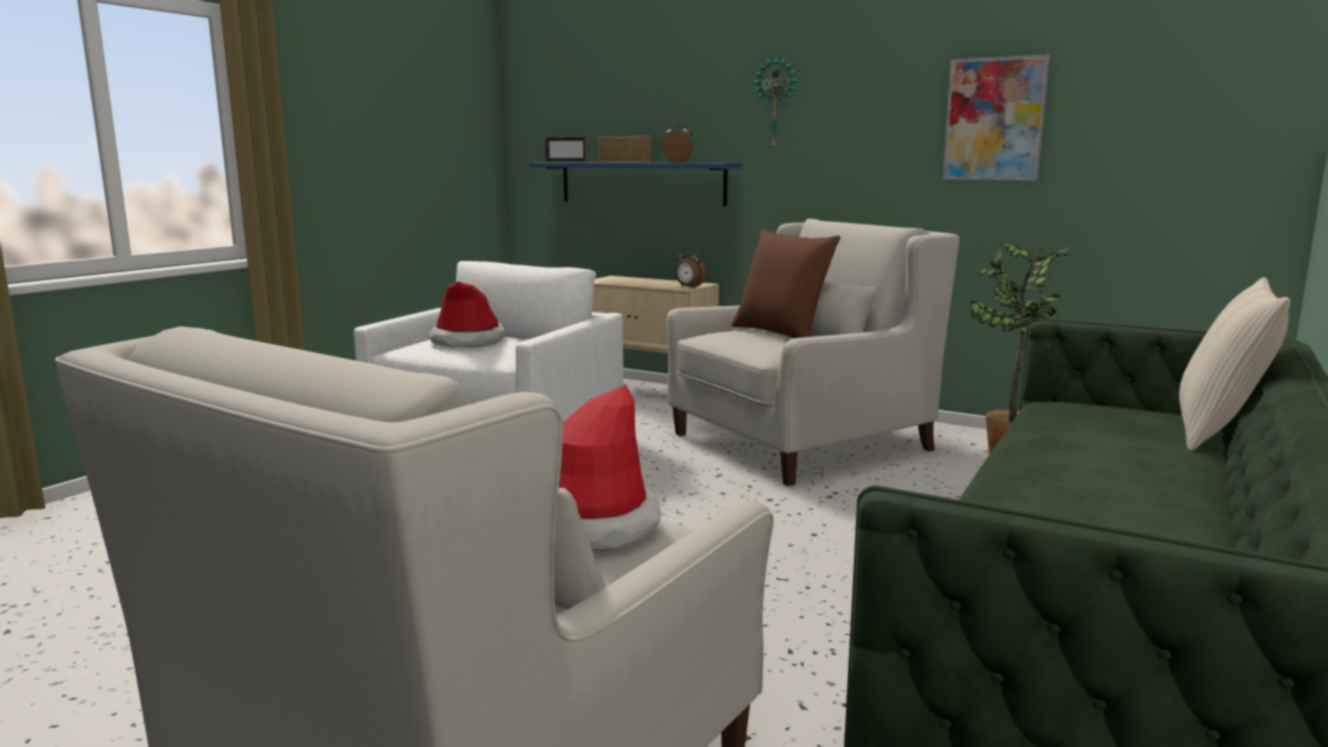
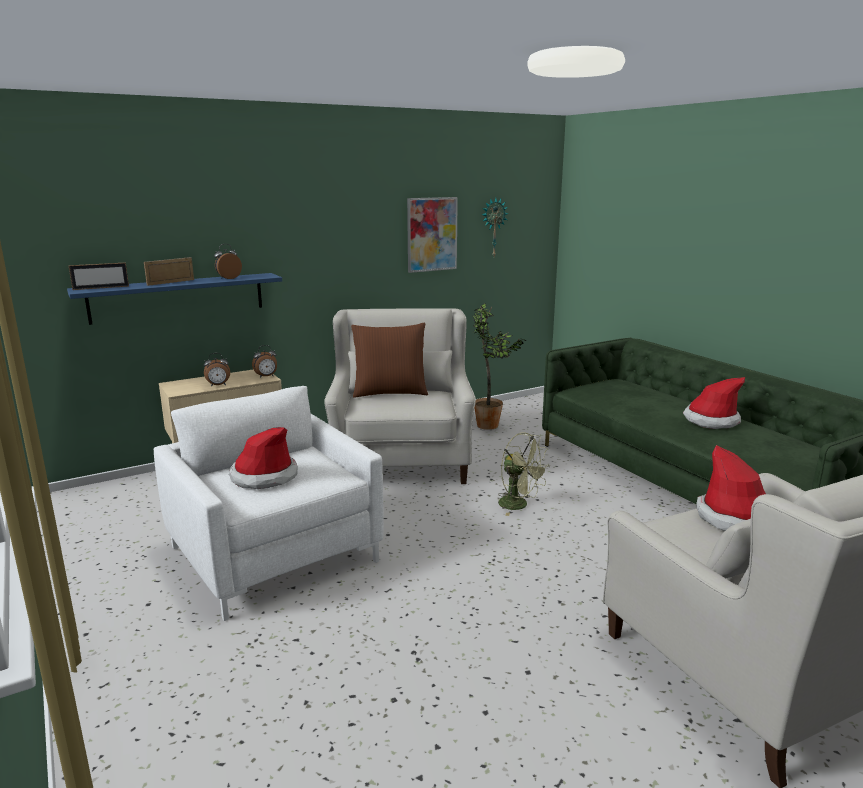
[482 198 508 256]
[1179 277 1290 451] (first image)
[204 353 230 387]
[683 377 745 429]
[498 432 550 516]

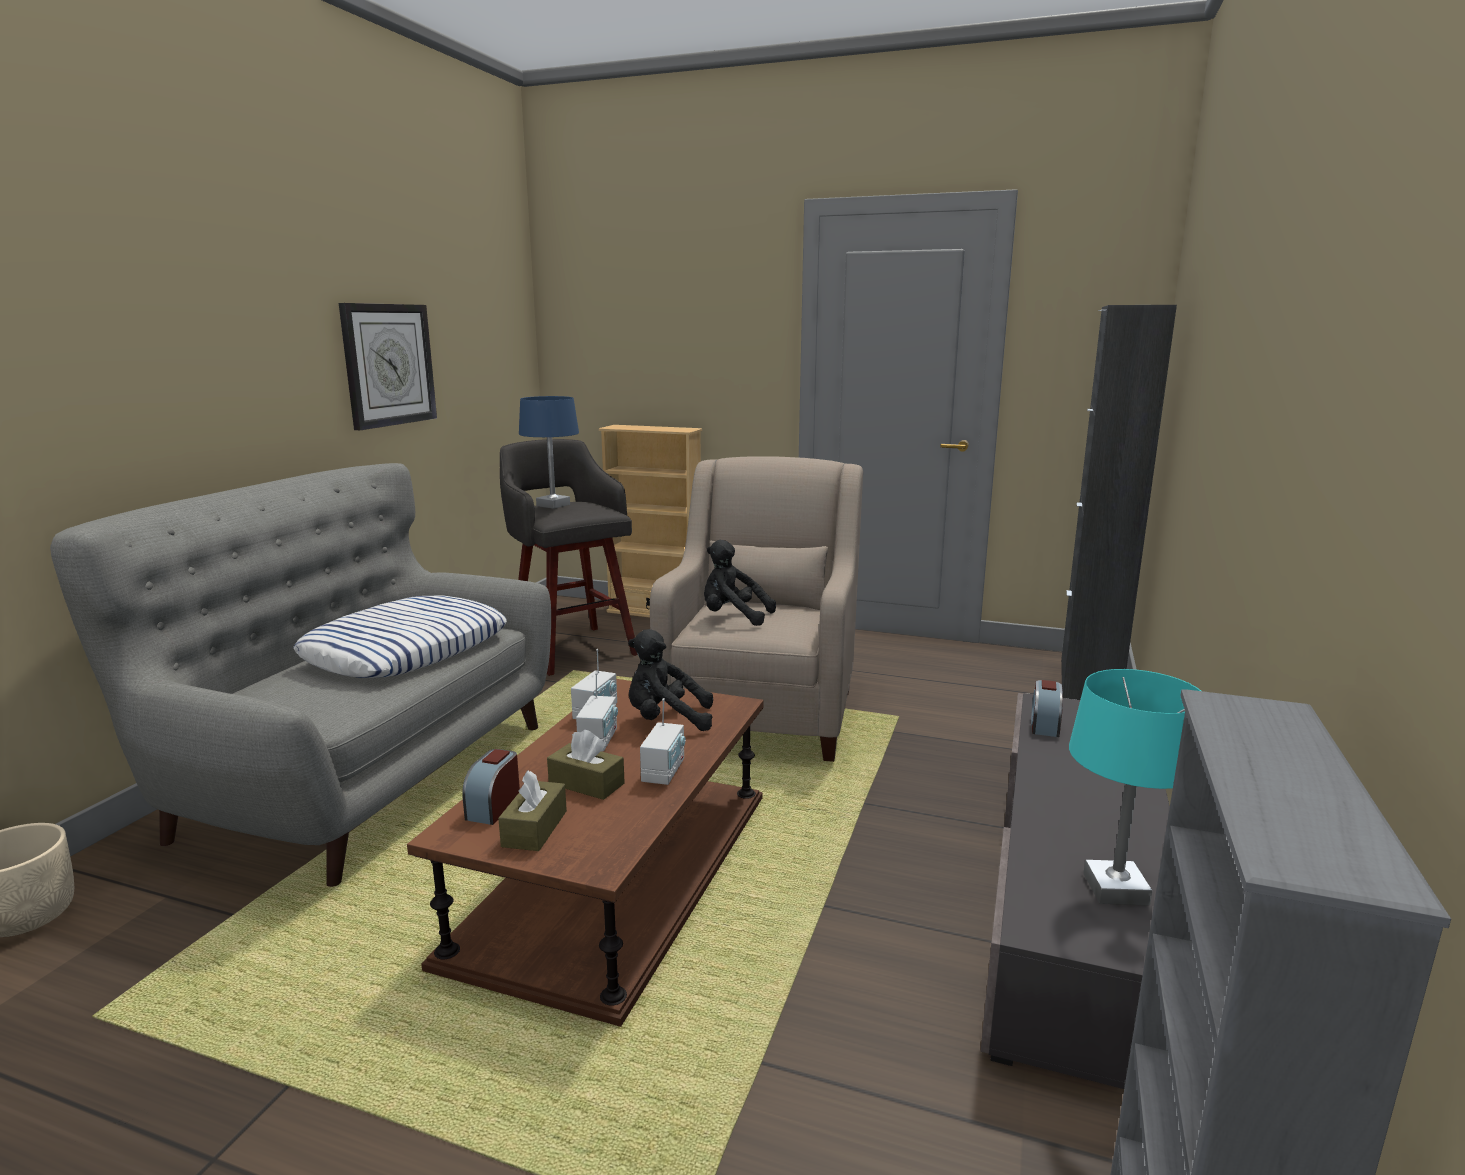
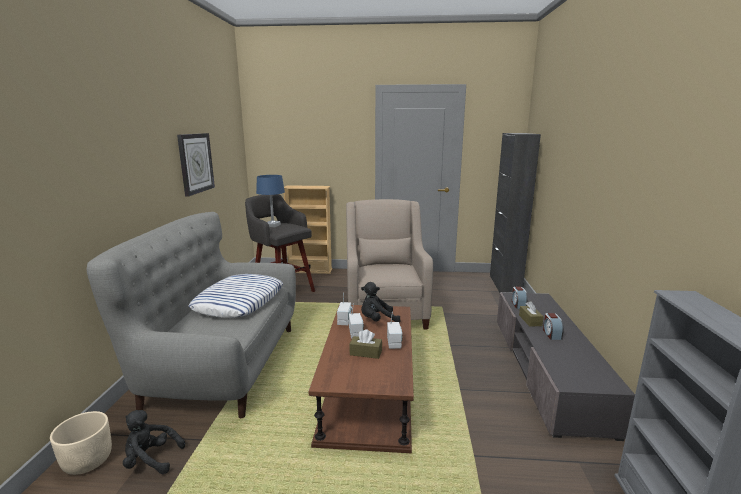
[123 410 185 474]
[1069 669 1201 906] (first image)
[543 313 564 340]
[519 301 544 327]

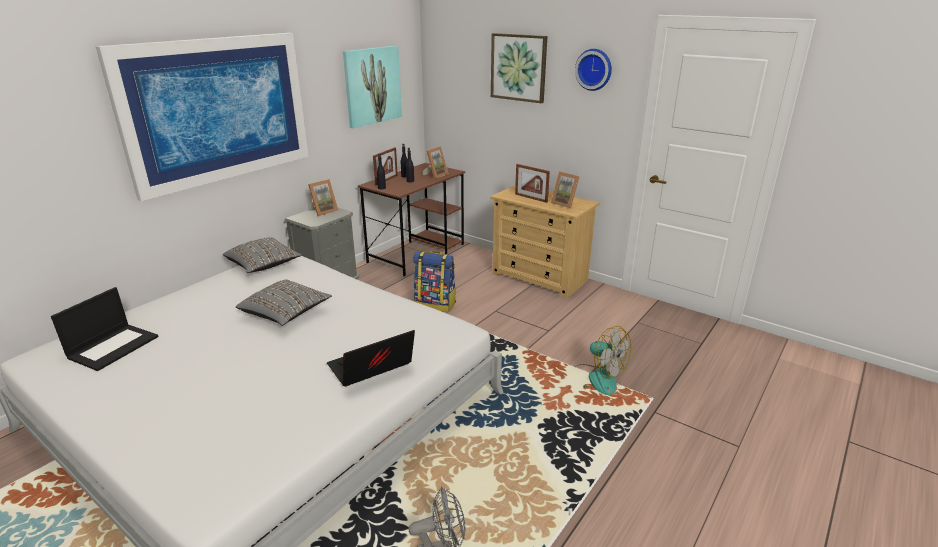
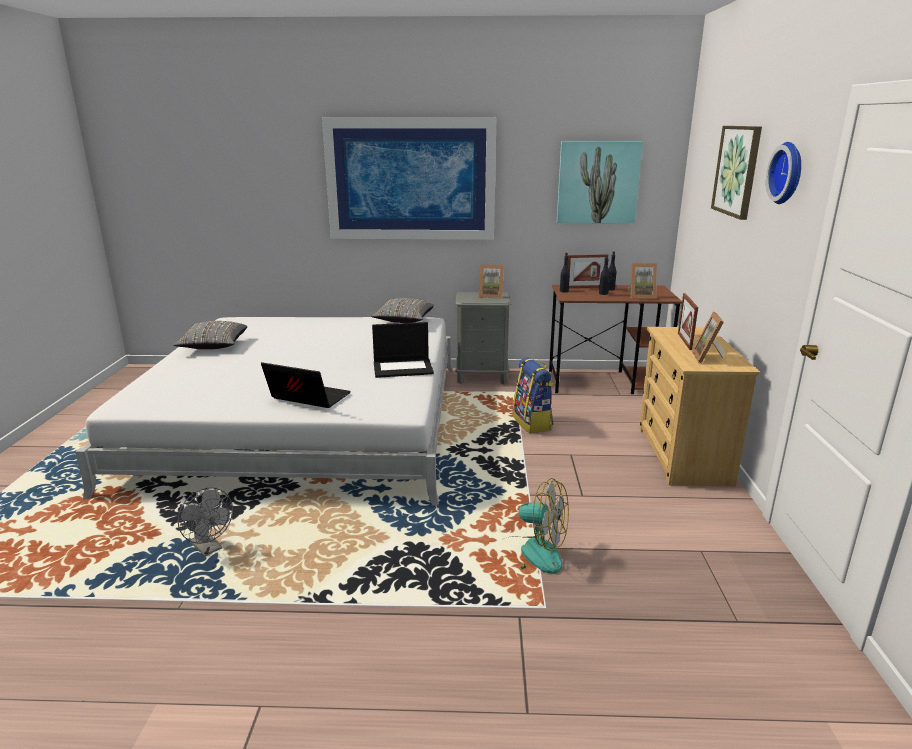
[173 321 247 349]
[372 322 434 378]
[503 478 569 574]

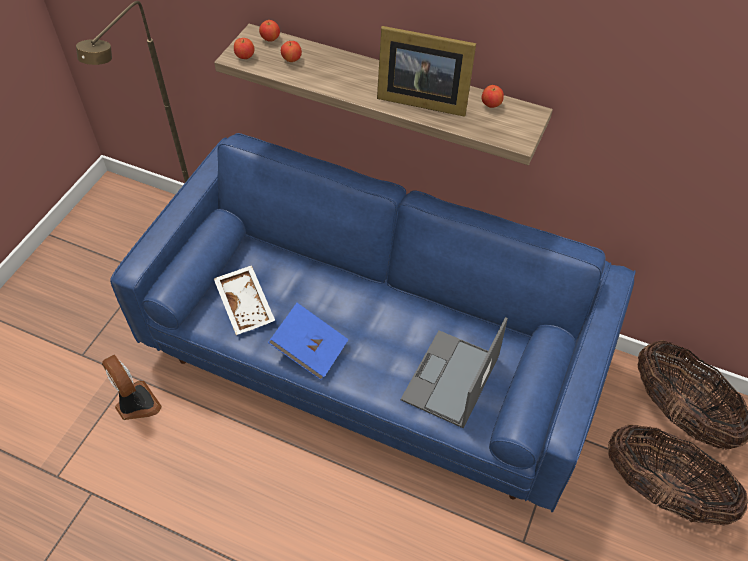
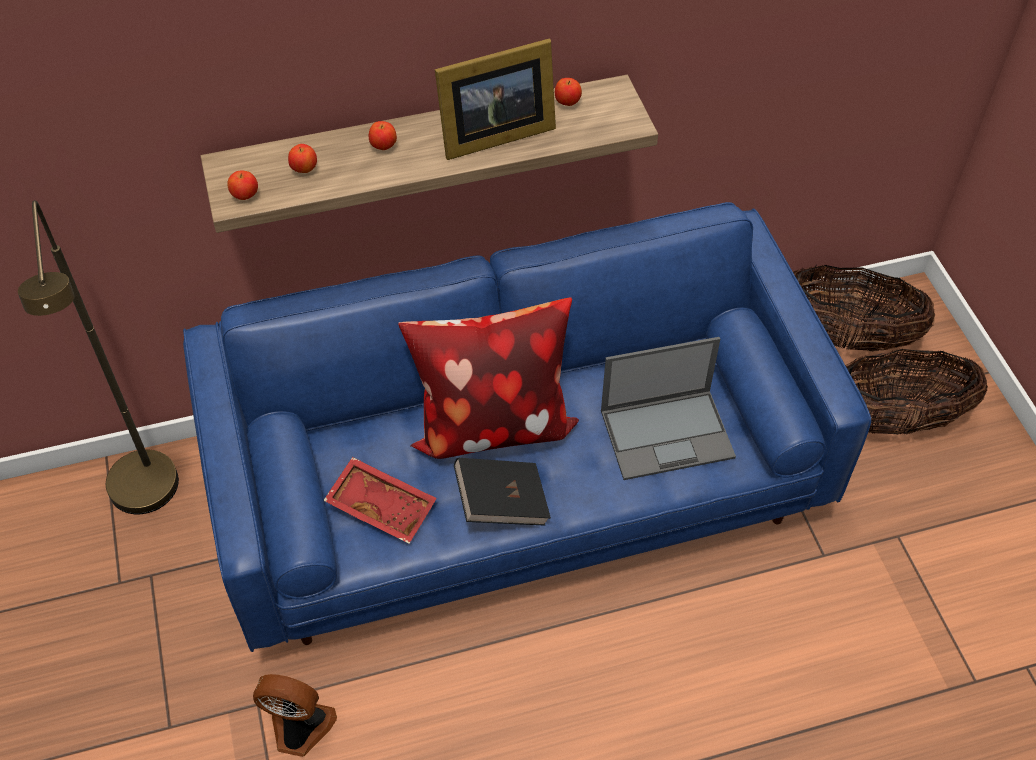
[369 121 397 150]
[324 457 437 544]
[454 458 551 526]
[601 337 736 480]
[398 298 579 459]

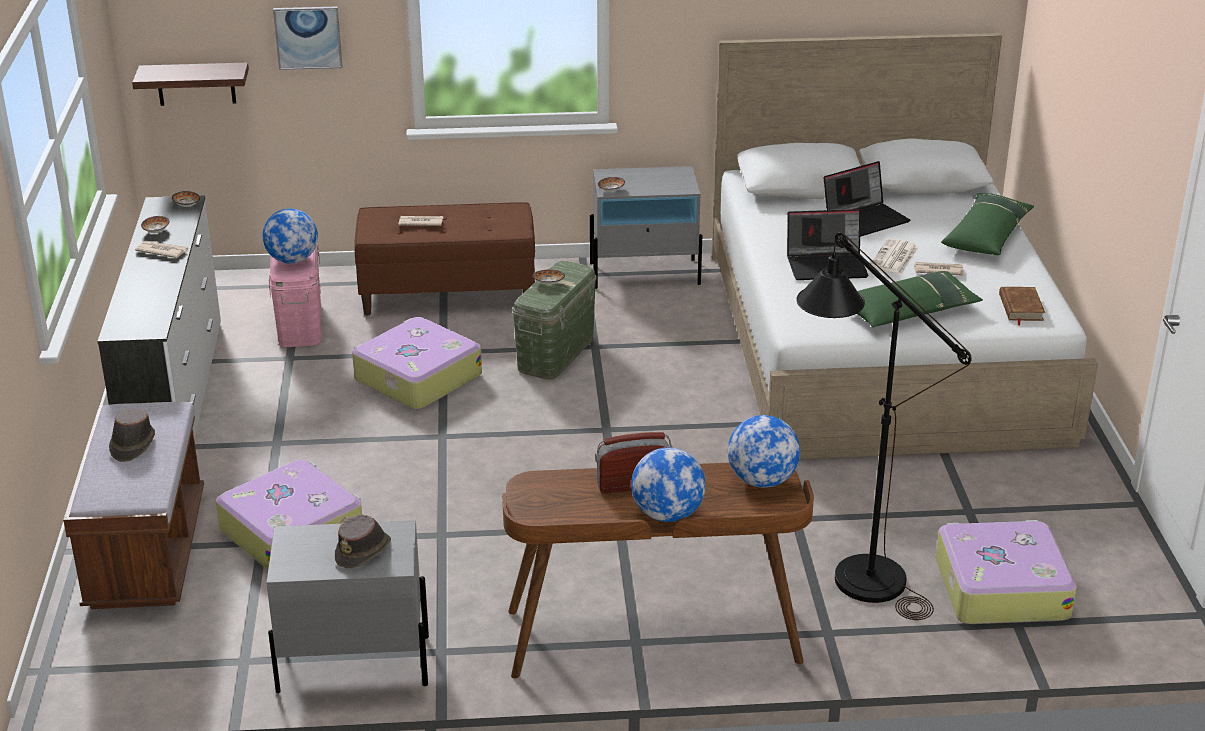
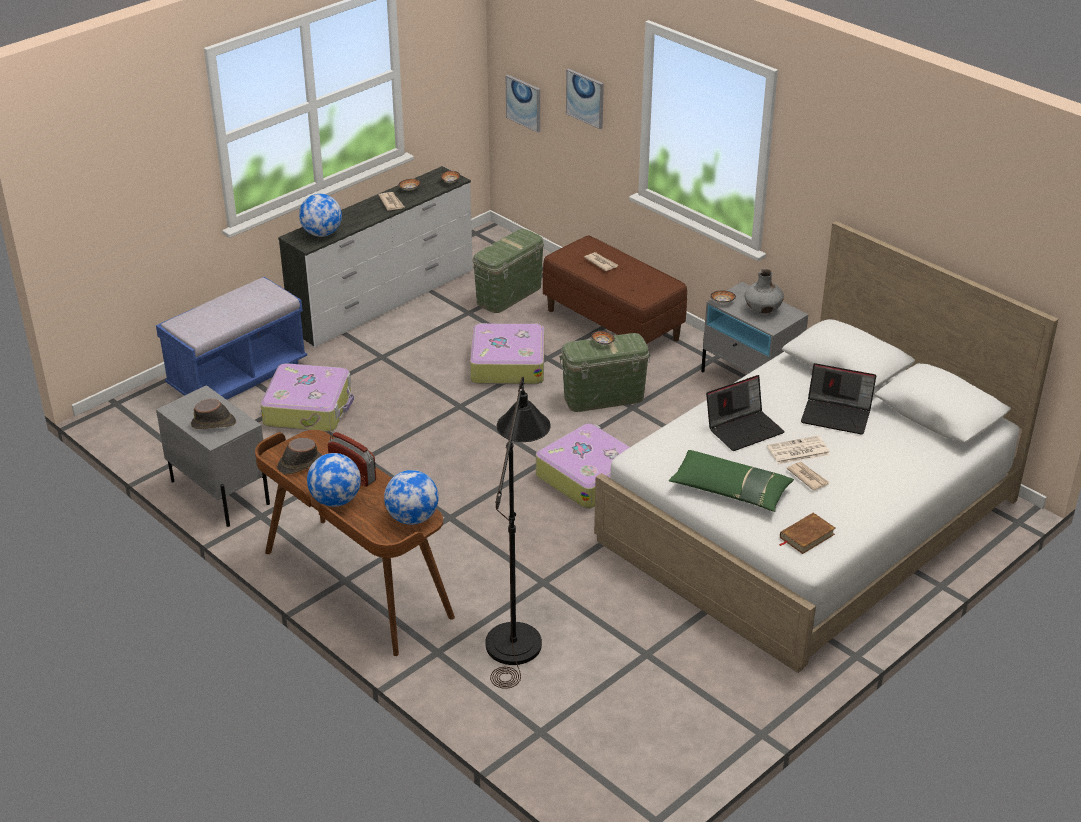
[506 75 540 133]
[941 193 1034 255] (first image)
[299 194 342 237]
[706 375 785 451]
[473 229 544 313]
[156 277 307 400]
[277 438 322 474]
[536 424 630 509]
[744 269 784 314]

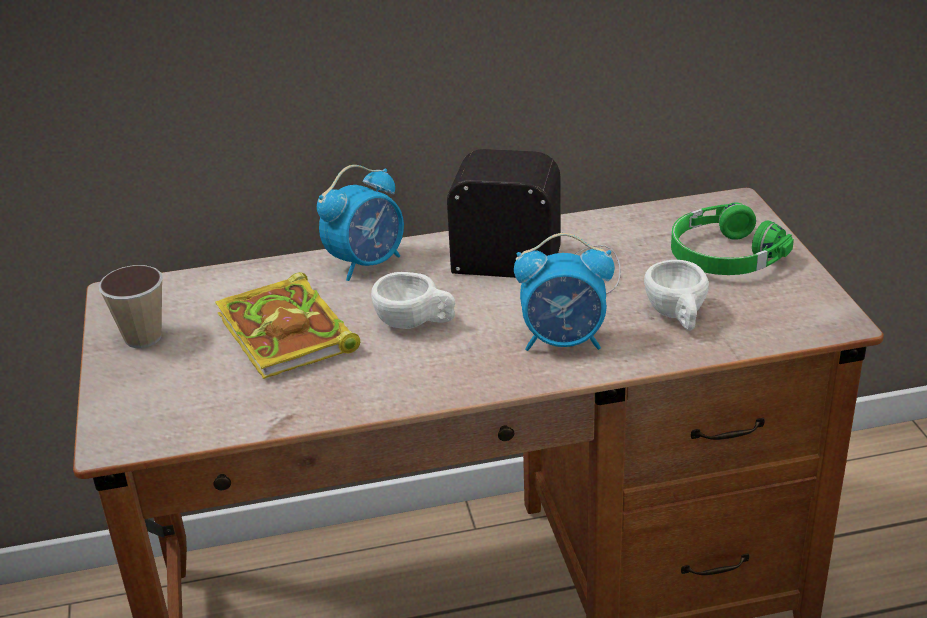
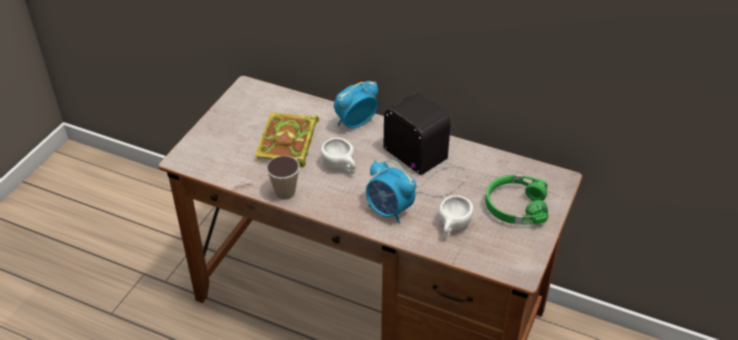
[334 81 378 128]
[266 156 300 200]

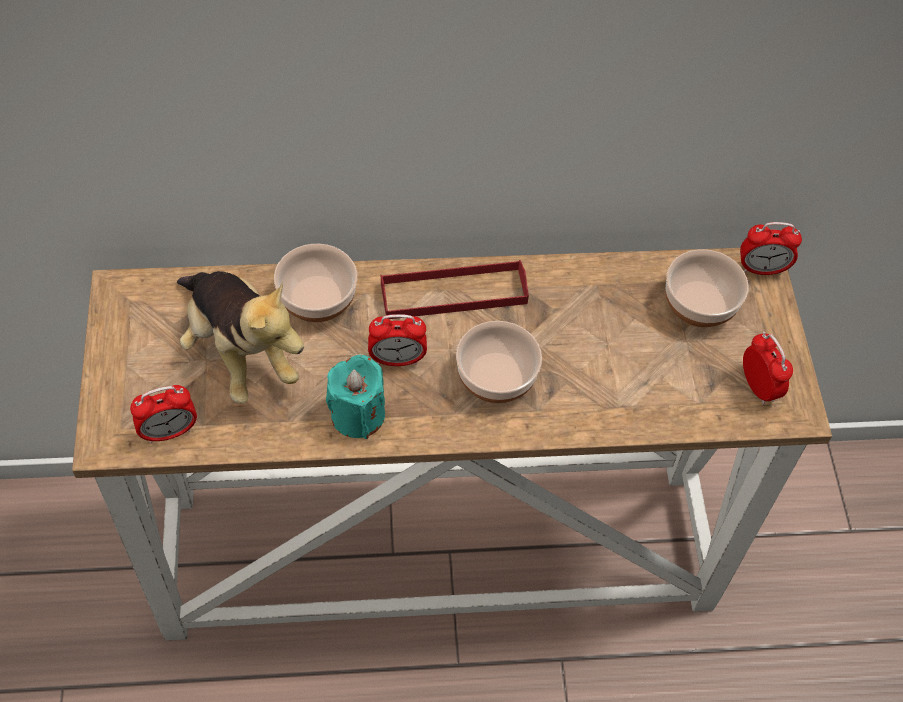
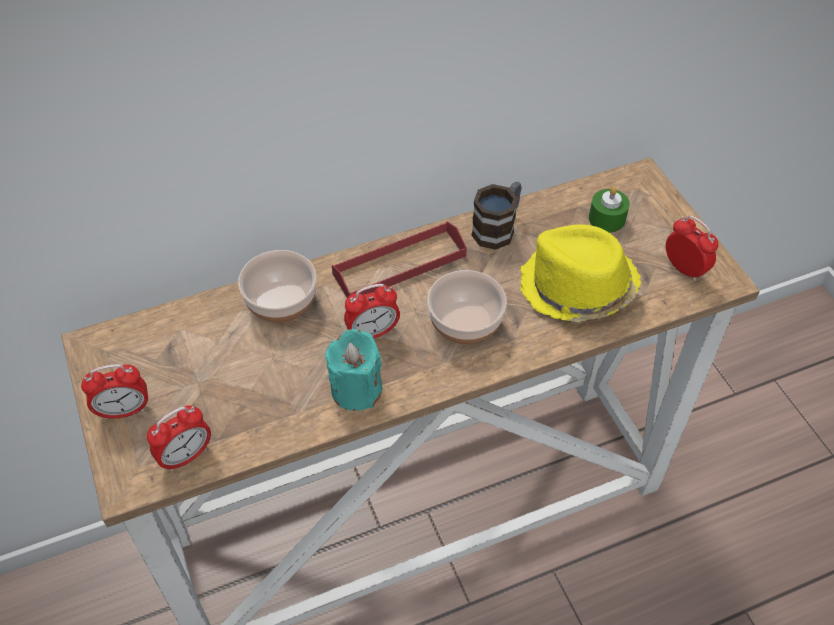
[81 364 148 420]
[589 187 630 233]
[177 271 304 403] (first image)
[471 182 521 250]
[520 224 641 322]

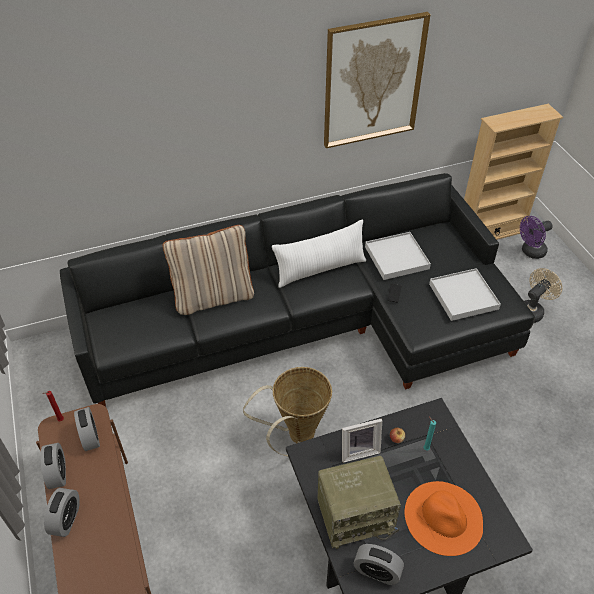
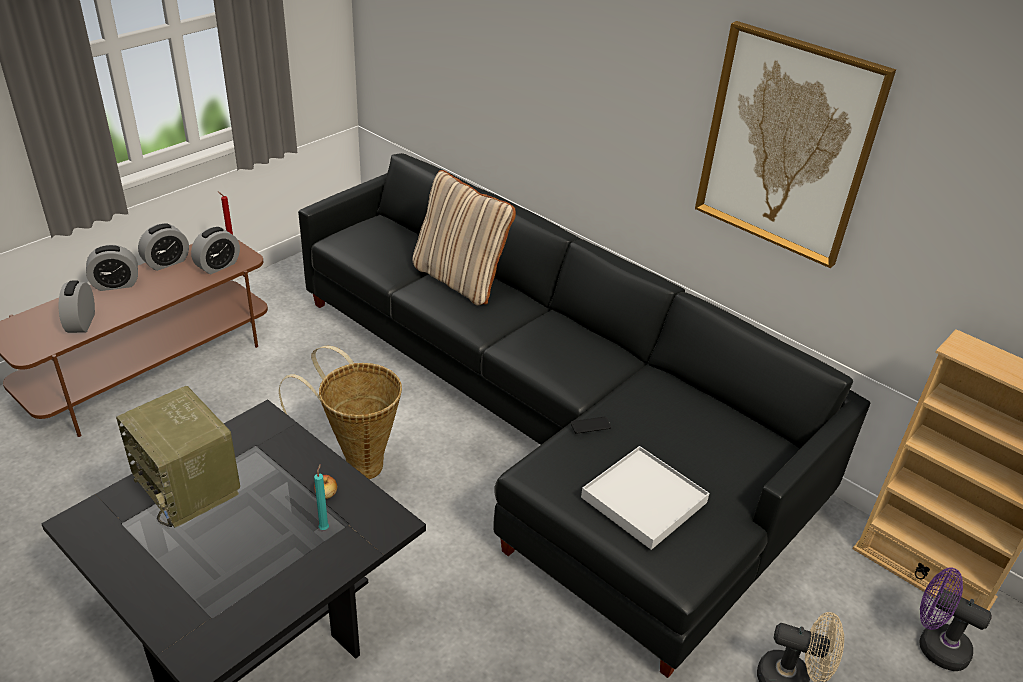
[272 220 366 288] (first image)
[365 232 431 280] (first image)
[342 419 382 463] (first image)
[405 481 483 556] (first image)
[59 280 95 333]

